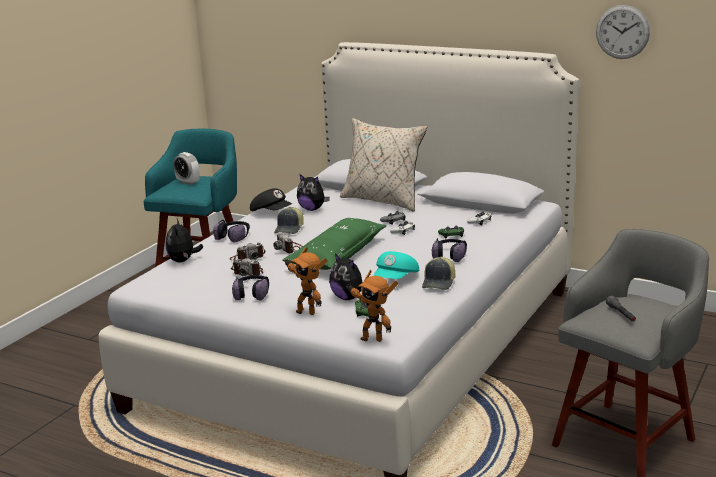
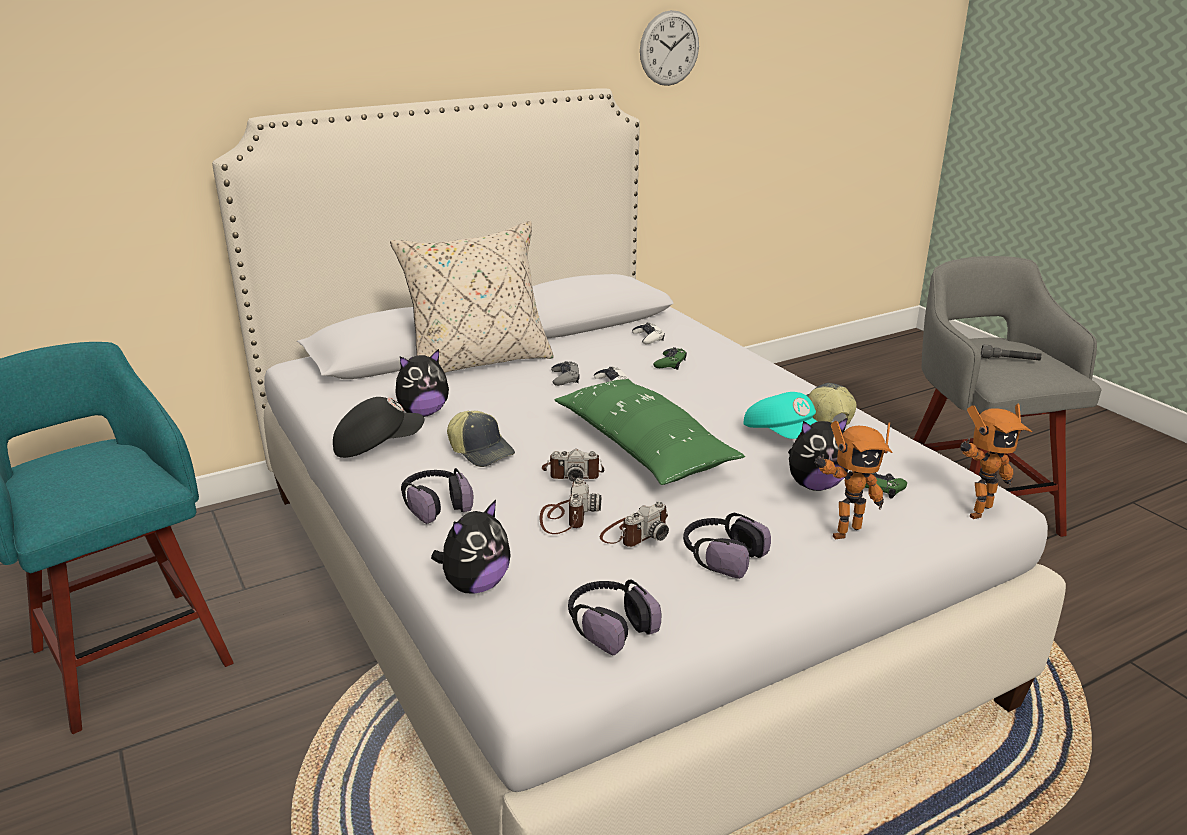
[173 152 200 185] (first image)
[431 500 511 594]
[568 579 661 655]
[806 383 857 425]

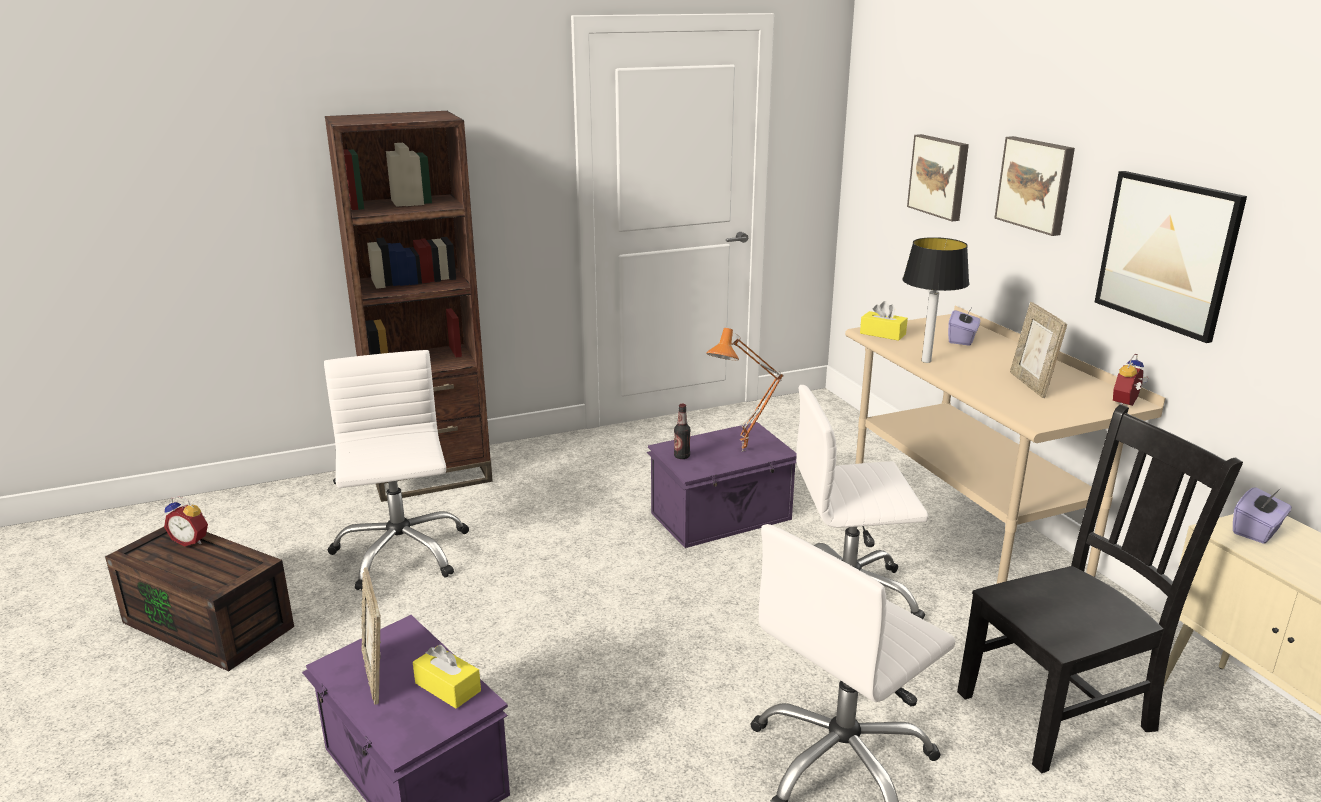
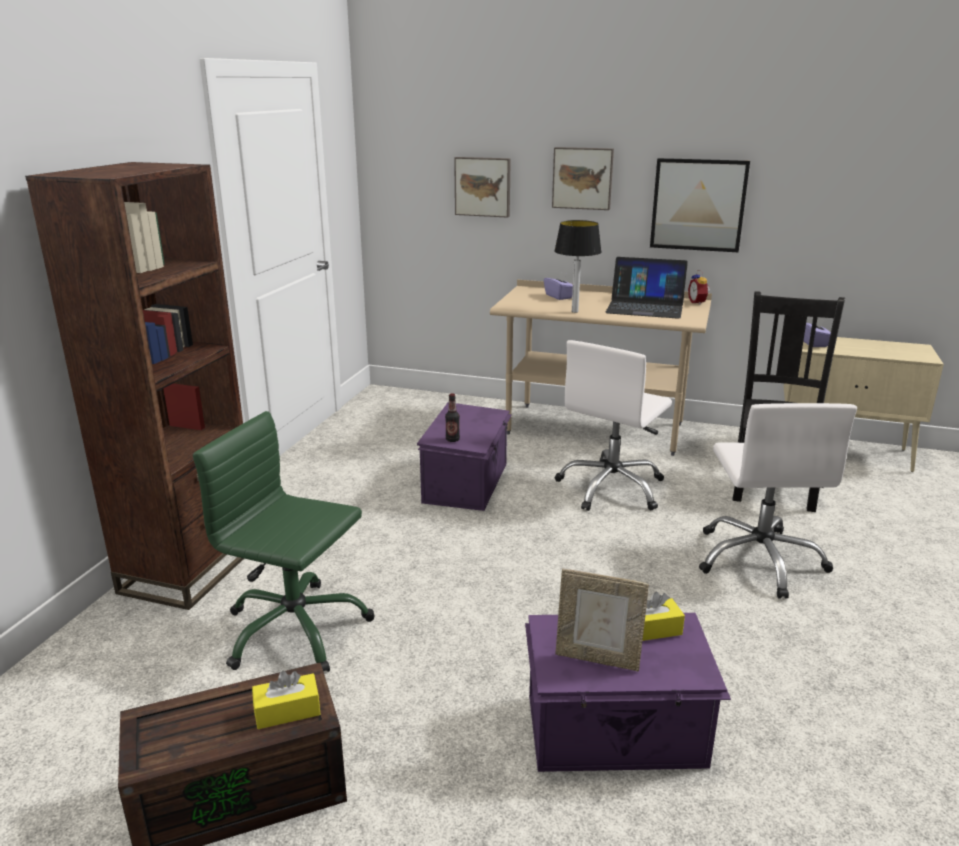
[252 671 321 729]
[605 257 688 319]
[706 328 784 452] (first image)
[193 411 375 672]
[164 496 208 546] (first image)

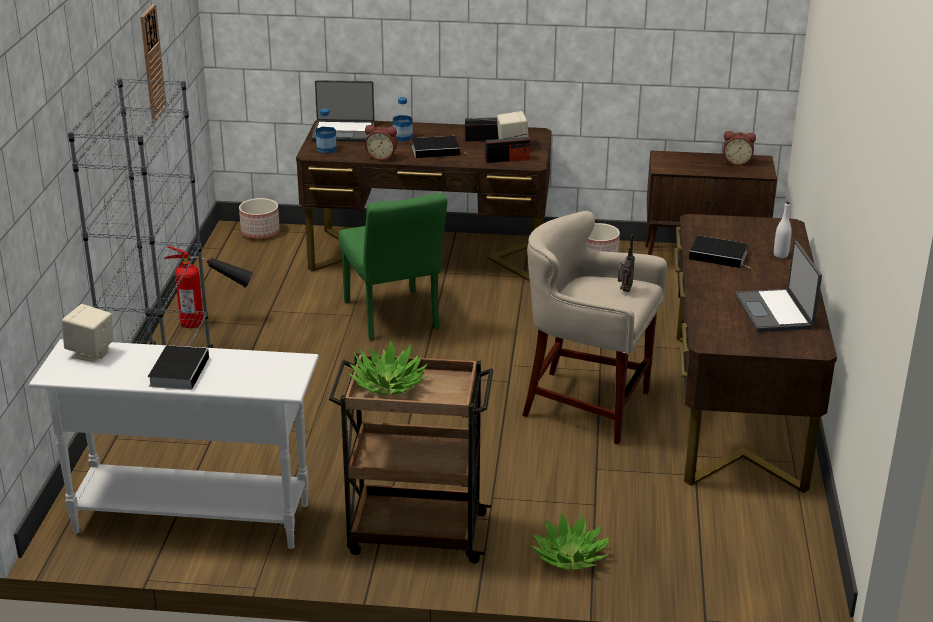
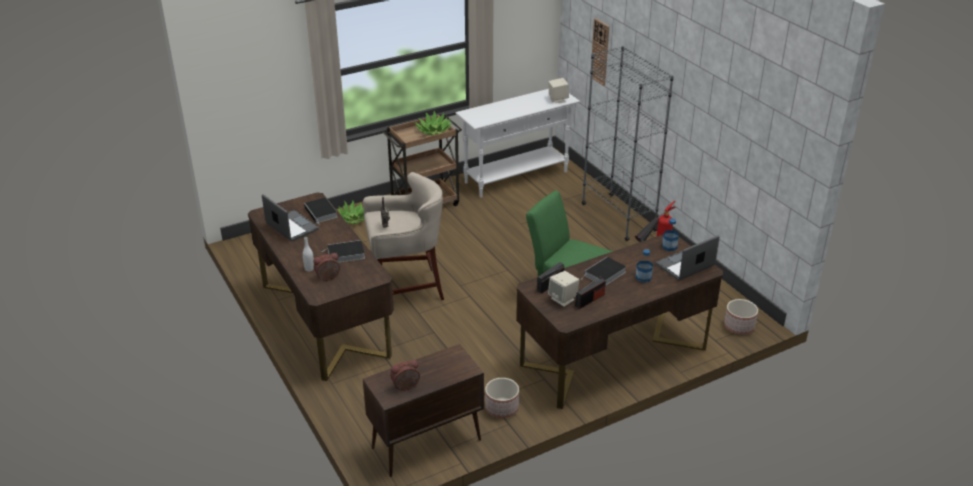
[590 18 609 86]
[313 253 340 281]
[304 197 337 226]

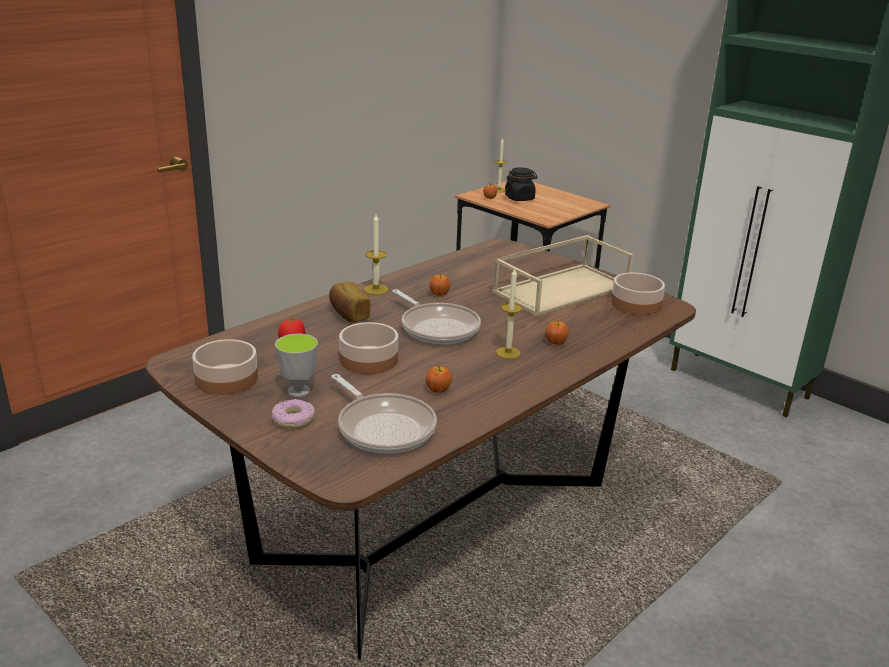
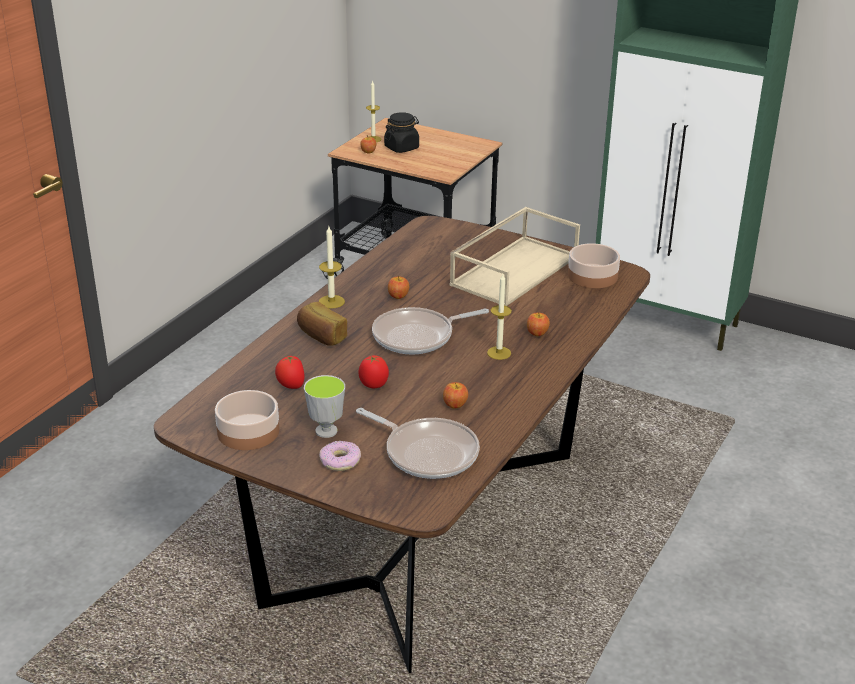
[372 307 489 355]
[359 355 389 388]

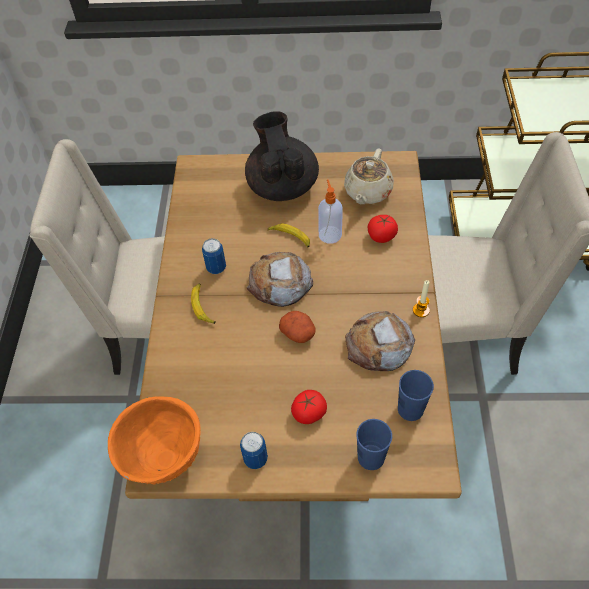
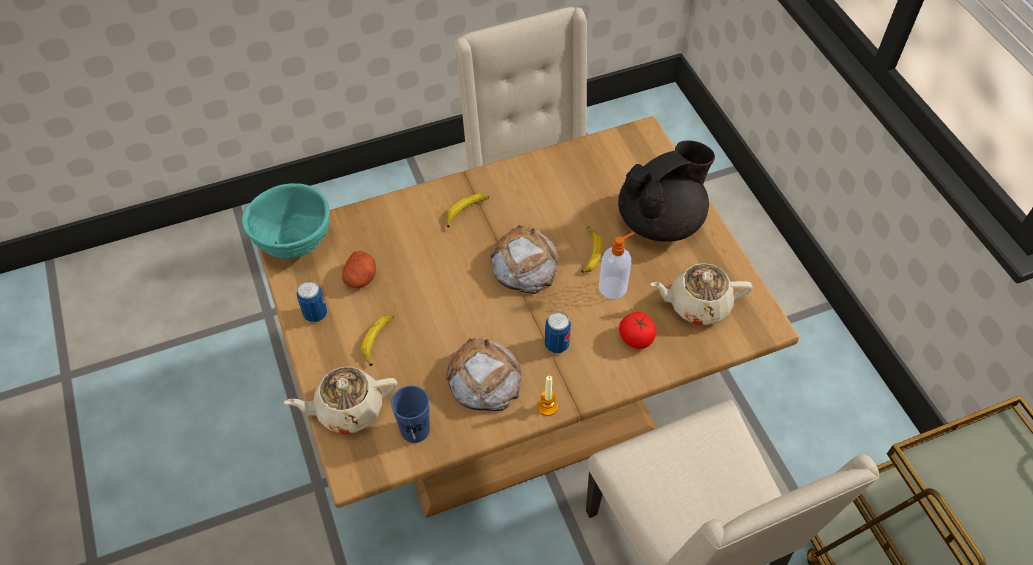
[545 312 571 353]
[342 251 376 288]
[361 315 394 366]
[242 183 330 259]
[284 366 397 434]

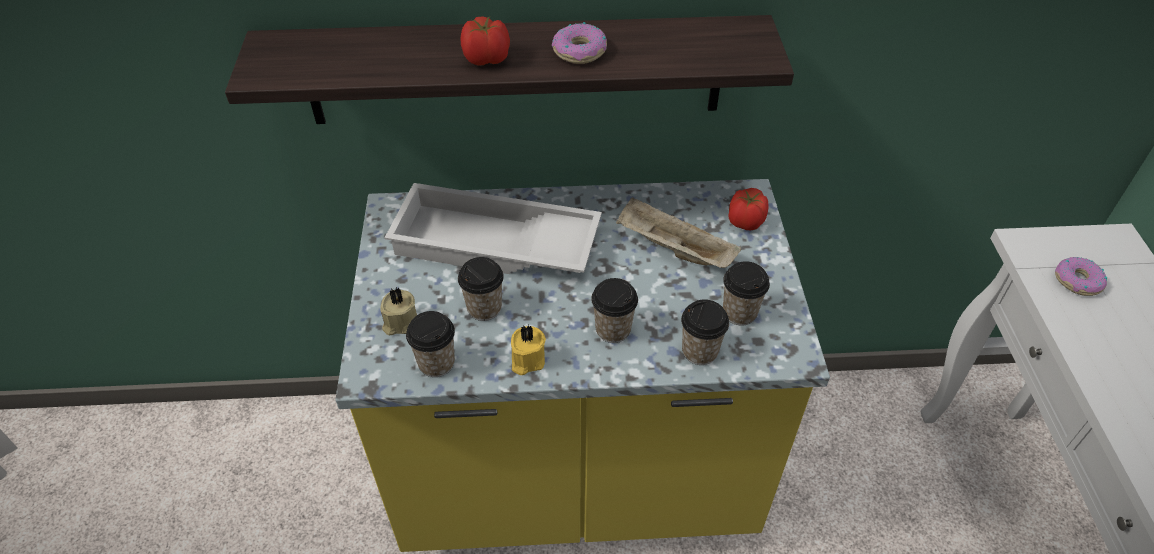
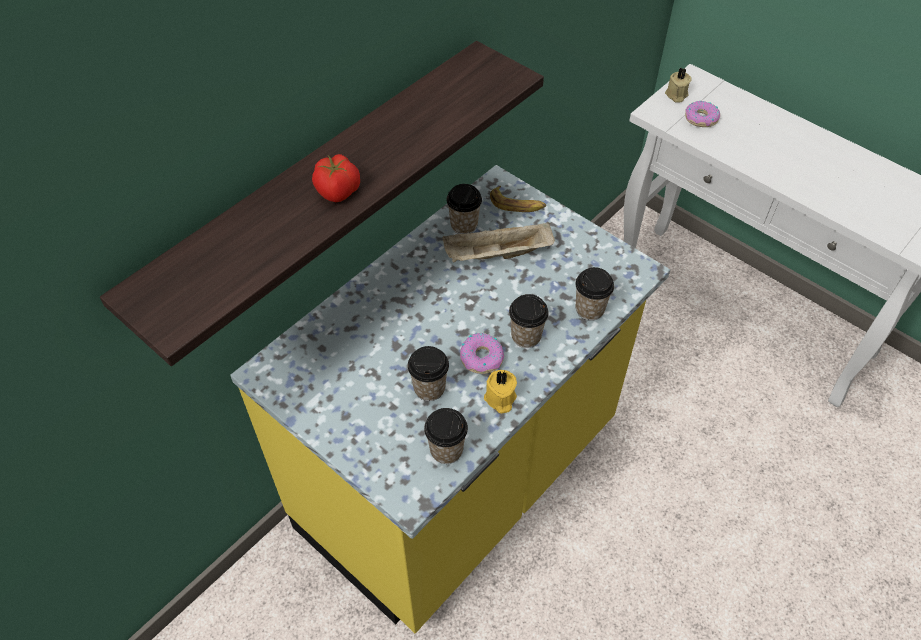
[460 333 504 374]
[385 183 602 274] (first image)
[490 186 546 212]
[446 184 482 234]
[665 68 691 103]

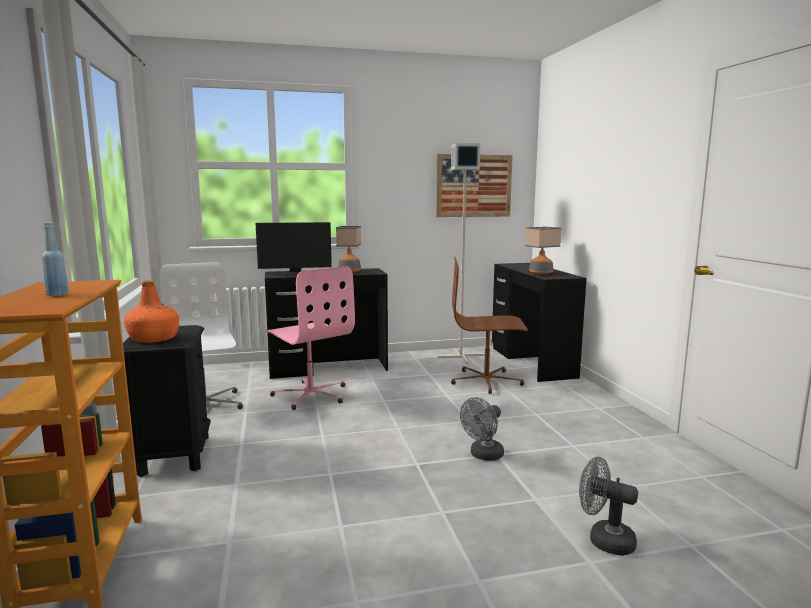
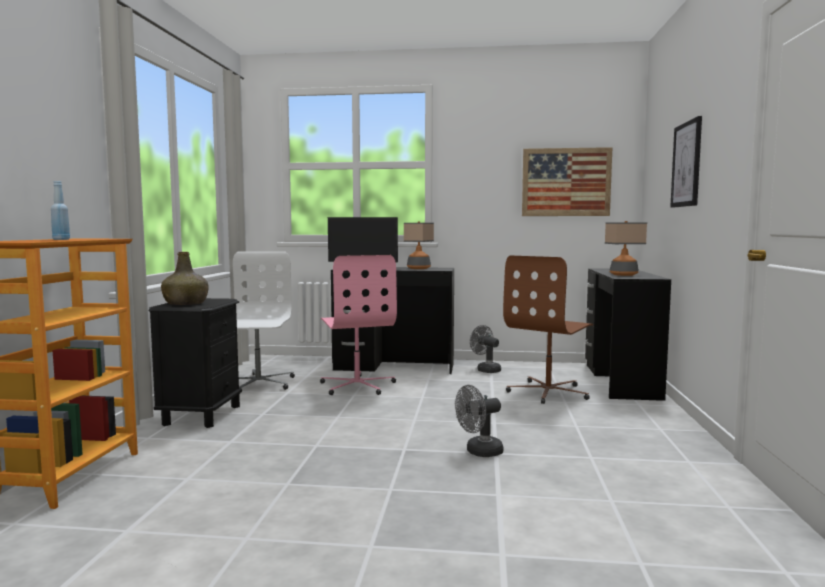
[437 143 484 364] (first image)
[503 255 593 404]
[161 252 209 305]
[470 325 501 373]
[670 116 702 208]

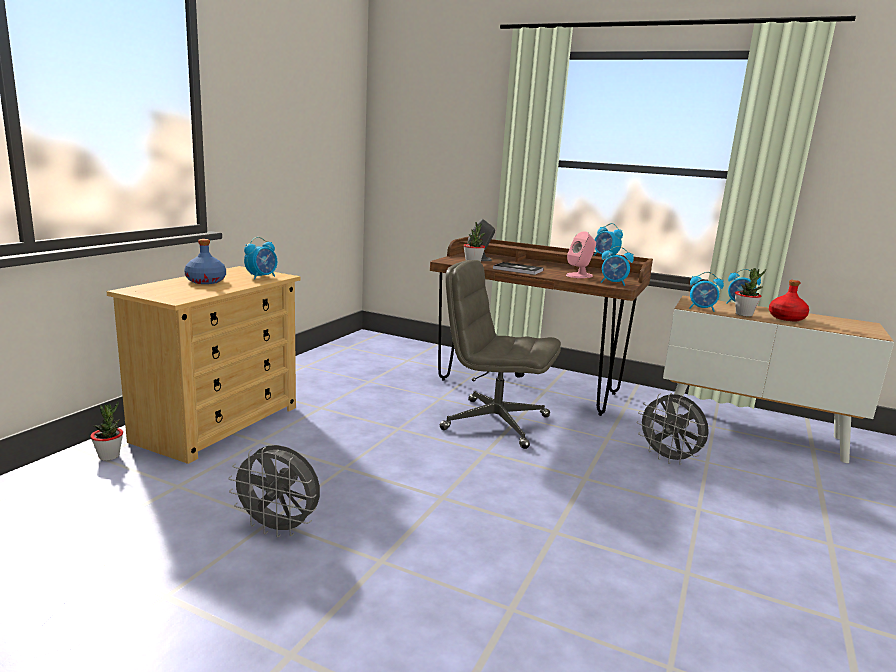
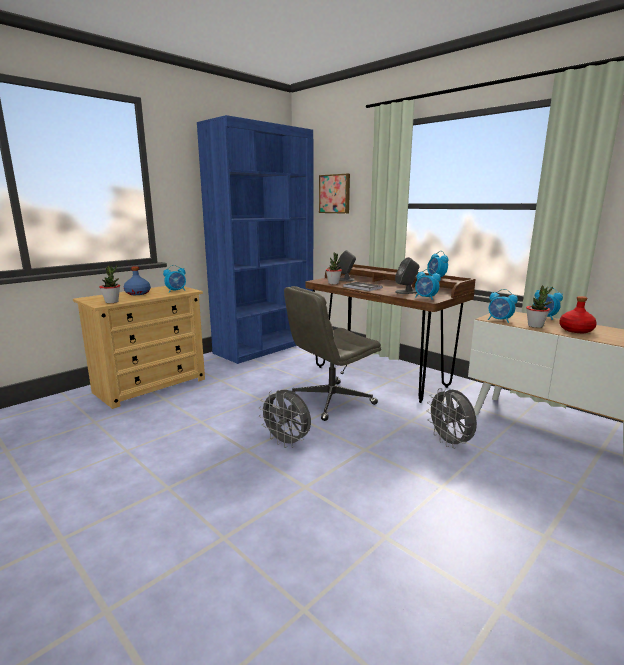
[395 257 420 294]
[284 286 381 421]
[100 265 120 303]
[259 390 311 448]
[197 115 313 364]
[319 174 350 214]

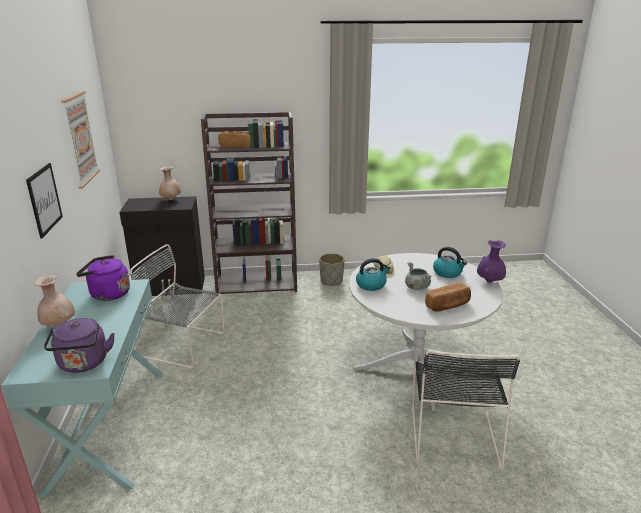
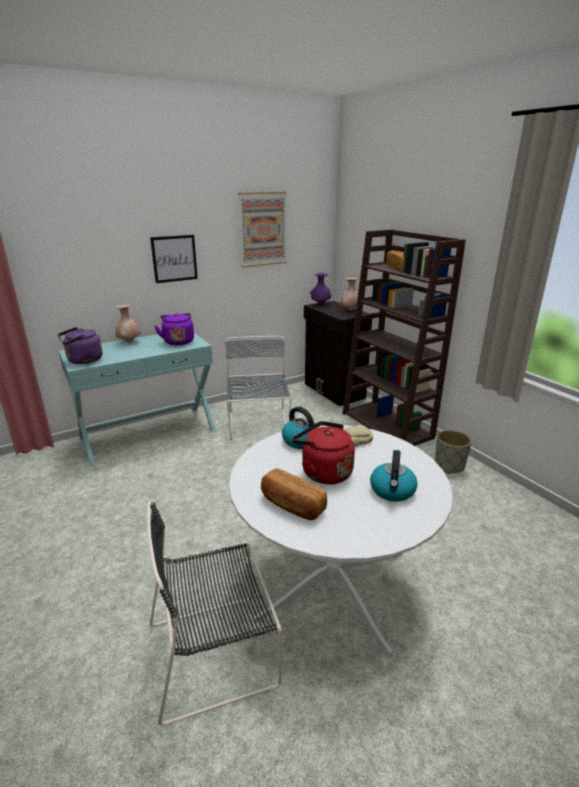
[310 273 332 305]
[292 421 355 485]

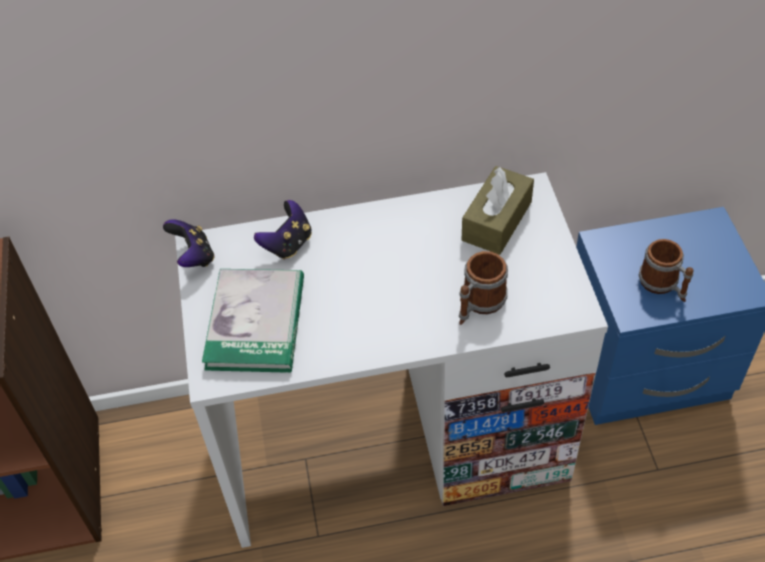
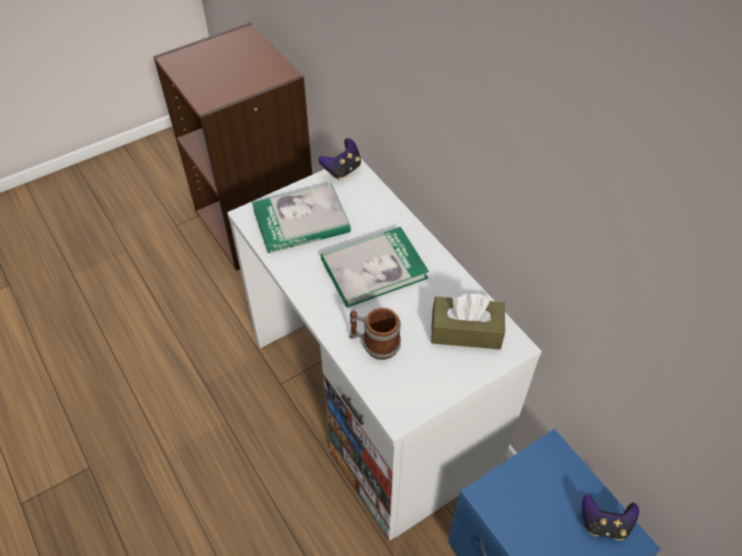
[582 494 639 540]
[639 239 694 302] (first image)
[321 227 429 308]

